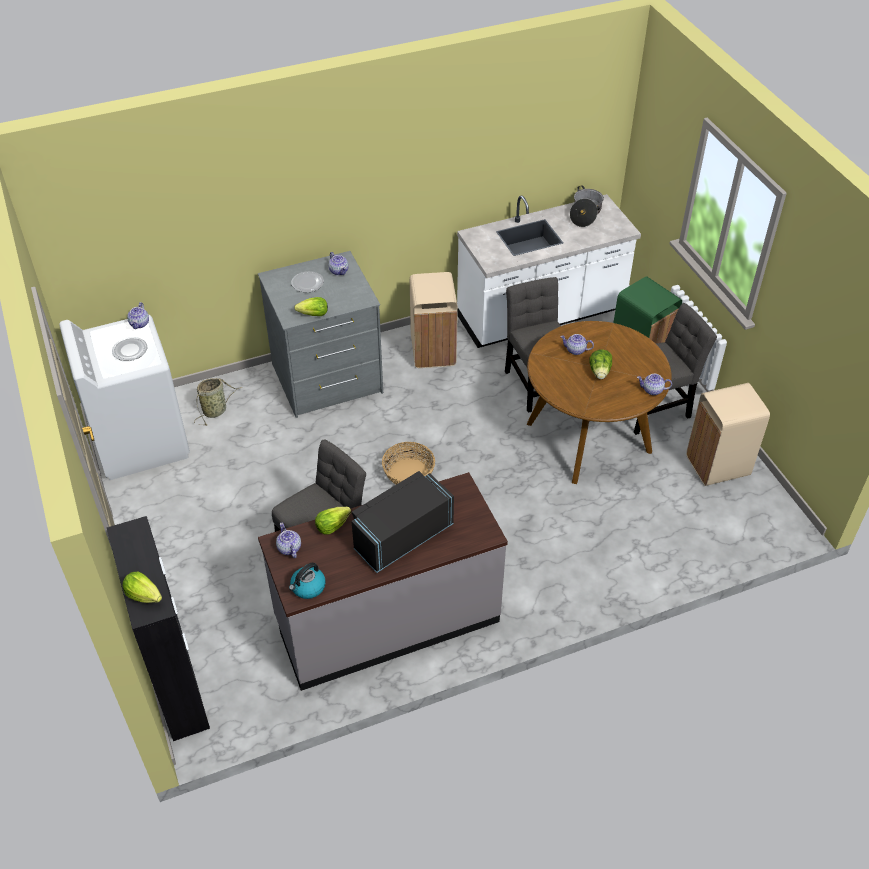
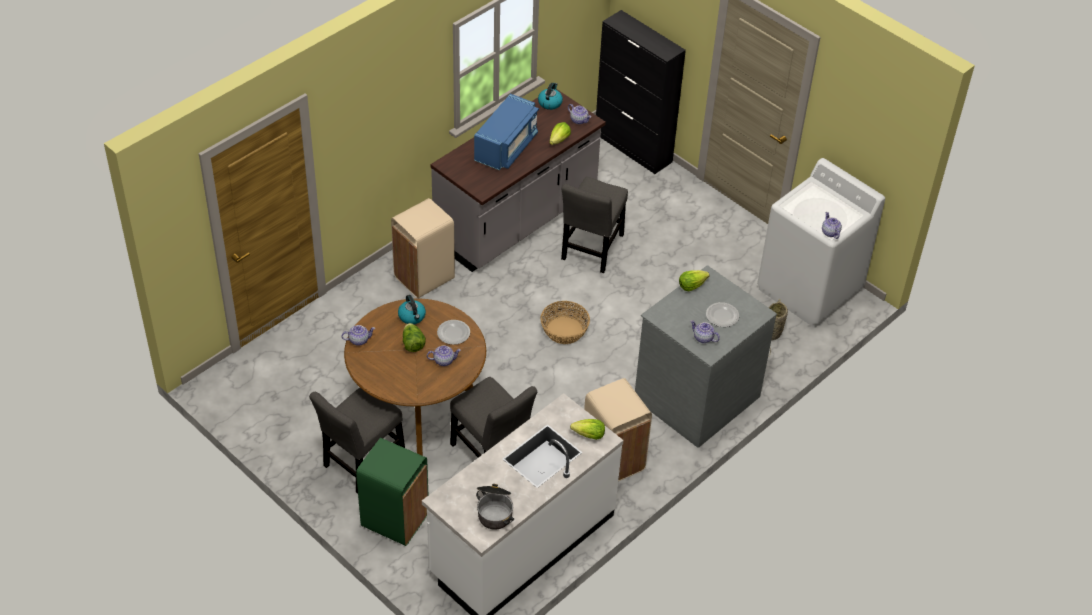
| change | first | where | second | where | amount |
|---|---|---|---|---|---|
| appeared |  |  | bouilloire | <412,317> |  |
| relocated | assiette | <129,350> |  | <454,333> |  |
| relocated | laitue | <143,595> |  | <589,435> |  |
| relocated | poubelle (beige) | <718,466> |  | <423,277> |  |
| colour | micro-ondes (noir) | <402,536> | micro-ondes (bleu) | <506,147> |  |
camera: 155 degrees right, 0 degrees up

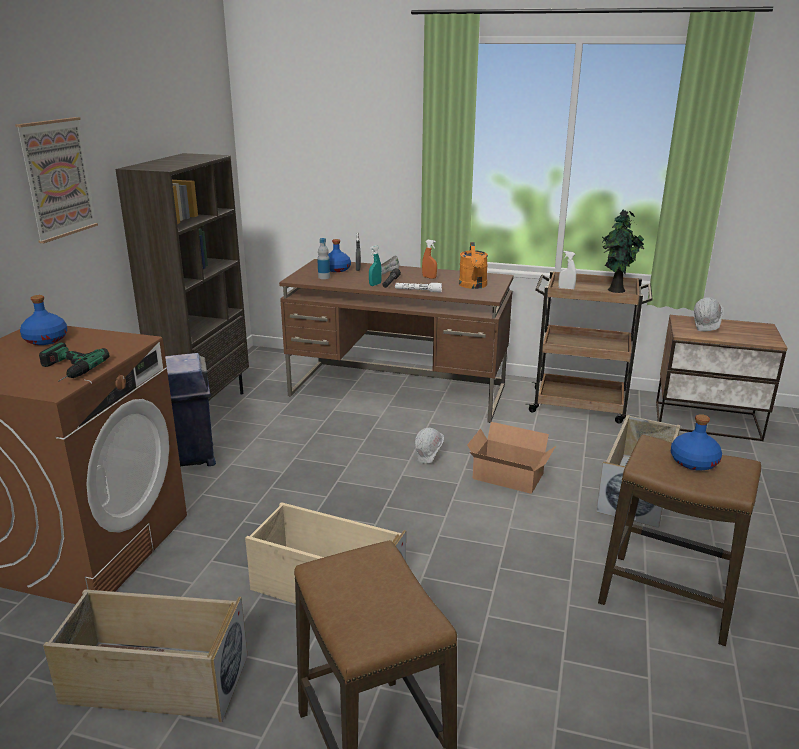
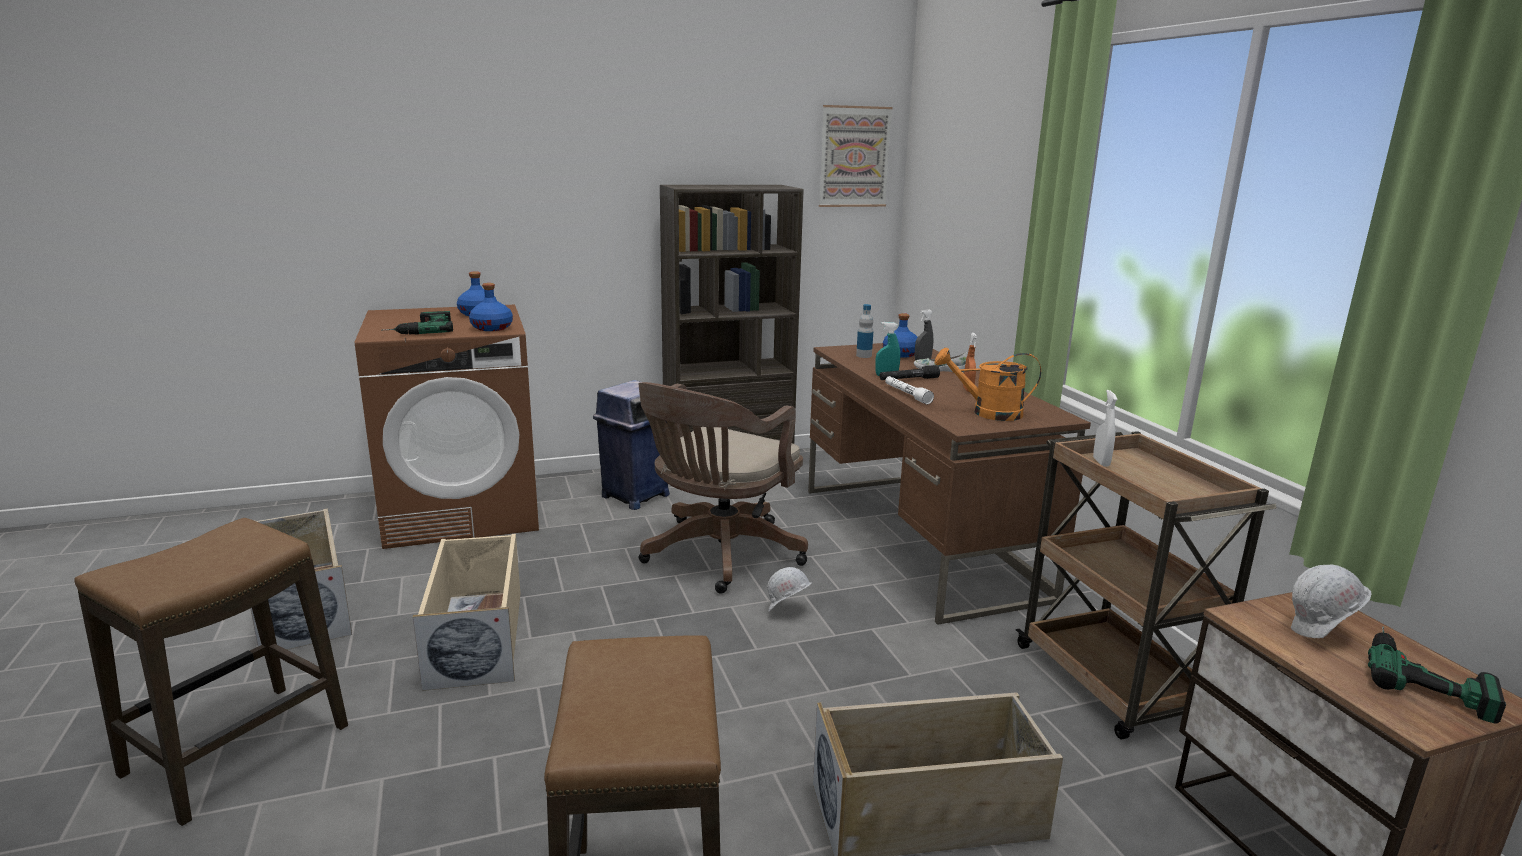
| change | first | where | second | where | amount |
|---|---|---|---|---|---|
| missing | carton | <508,478> |  |  |  |
| missing | plante en pot | <616,290> |  |  |  |
| appeared |  |  | chaise de bureau (marron) | <718,556> |  |
| appeared |  |  | perceuse | <1426,675> |  |
| relocated | tableau | <57,178> |  | <854,157> |  |
| relocated | bouteille (bleu) | <693,462> |  | <492,328> |  |
| spun | arrosoir (orange) | <473,286> |  | <988,413> | 45 degrees clockwise |
camera: 55 degrees right, 5 degrees down

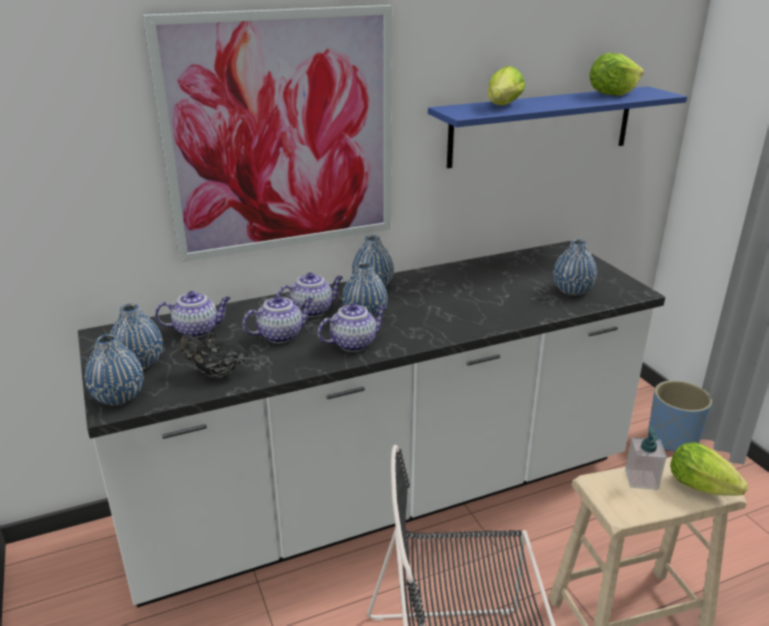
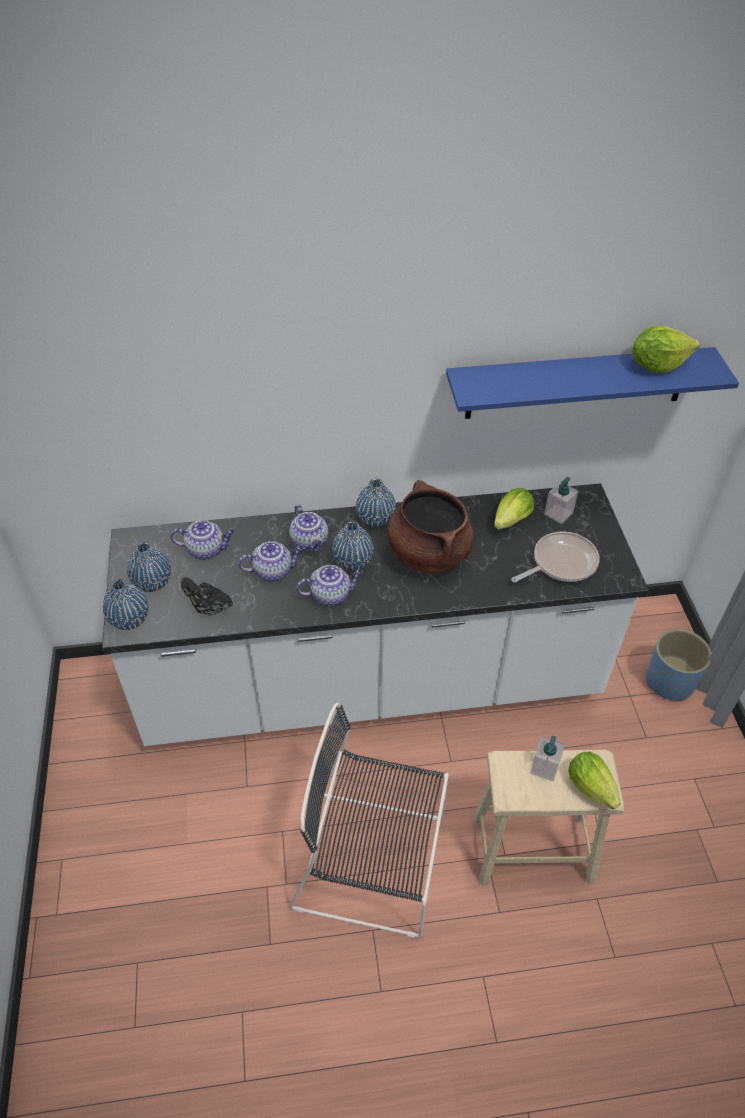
| change | first | where | second | where | amount |
|---|---|---|---|---|---|
| missing | tableau | <282,135> |  |  |  |
| appeared |  |  | marmite (marron) | <428,553> |  |
| appeared |  |  | distributeur de savon | <558,513> |  |
| relocated | laitue | <502,106> |  | <509,522> |  |
| exchanged | vase (bleu) | <572,290> | poêle | <560,563> |  |
| spun | théière | <312,310> |  | <310,542> | 75 degrees clockwise |
camera: 15 degrees right, 20 degrees up

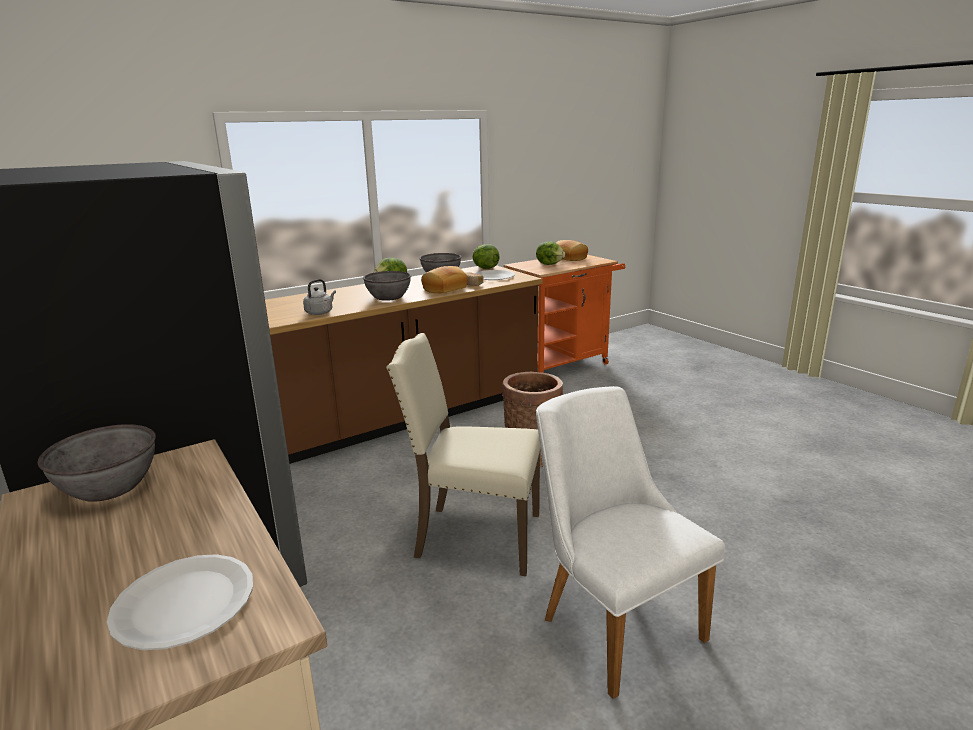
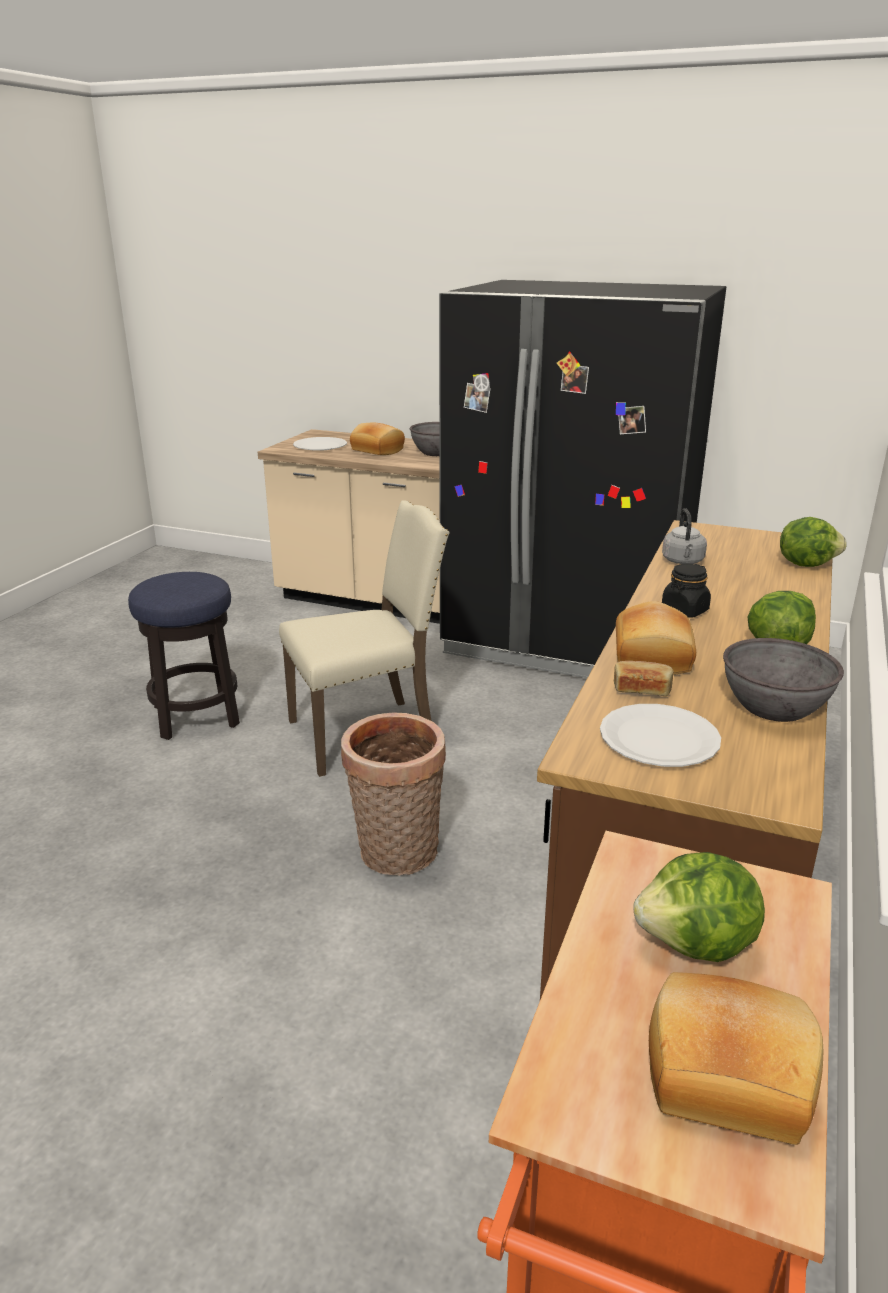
| change | first | where | second | where | amount |
|---|---|---|---|---|---|
| appeared |  |  | pain | <376,450> |  |
| relocated | laitue | <485,268> |  | <806,564> |  |
| exchanged | bol (gris) | <388,297> | bocal (noir) | <684,611> |  |
| exchanged | chaise (blanc) | <611,620> | tabouret | <196,716> |  |
camera: 145 degrees right, 5 degrees up

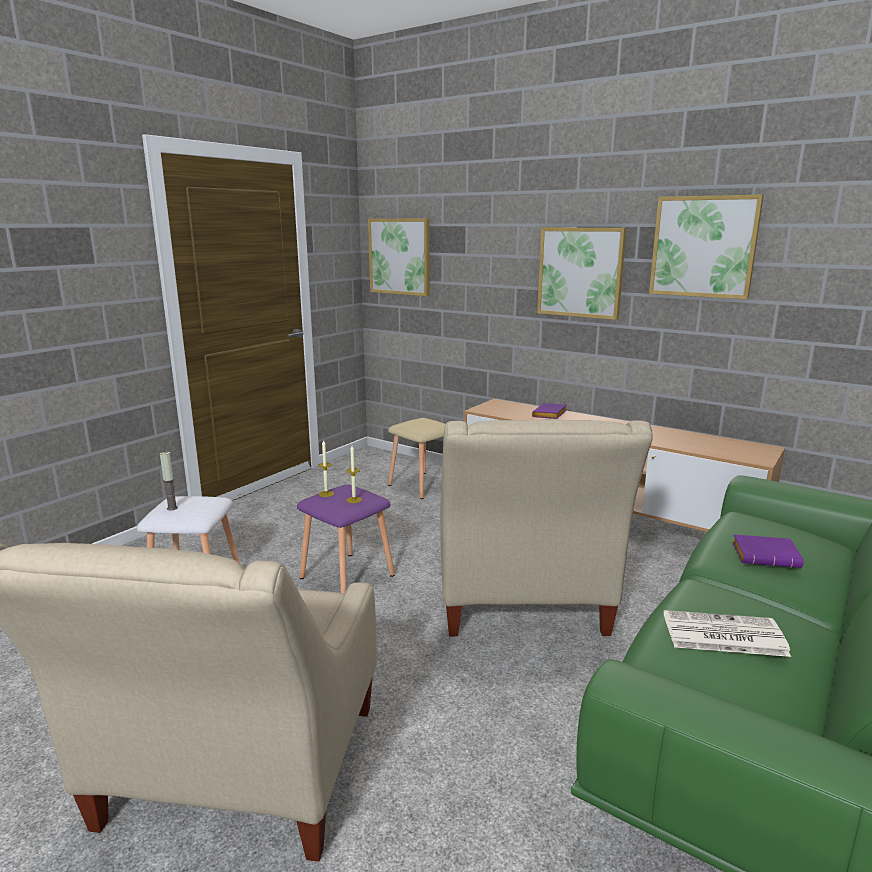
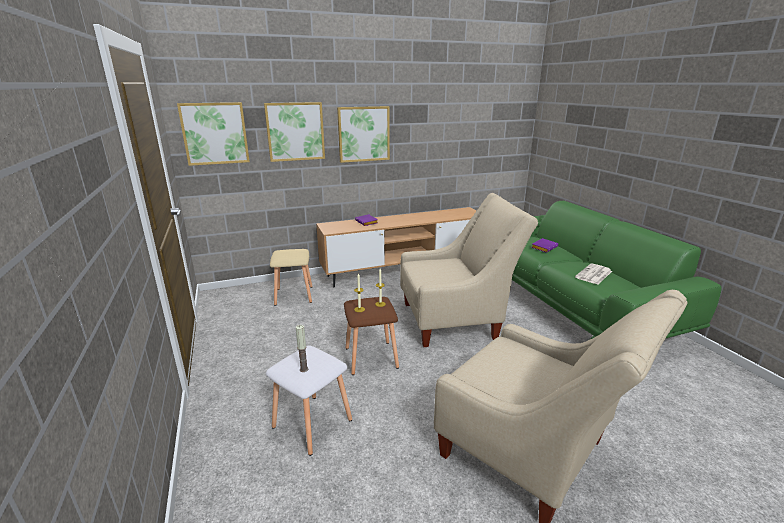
| change | first | where | second | where | amount |
|---|---|---|---|---|---|
| relocated | tableau | <703,247> |  | <295,131> |  |
| colour | tabouret (violet) | <345,576> | tabouret (marron) | <370,358> |  |
| spun | fauteuil (beige) | <522,606> |  | <456,320> | 45 degrees counterclockwise |
camera: 55 degrees left, 5 degrees up

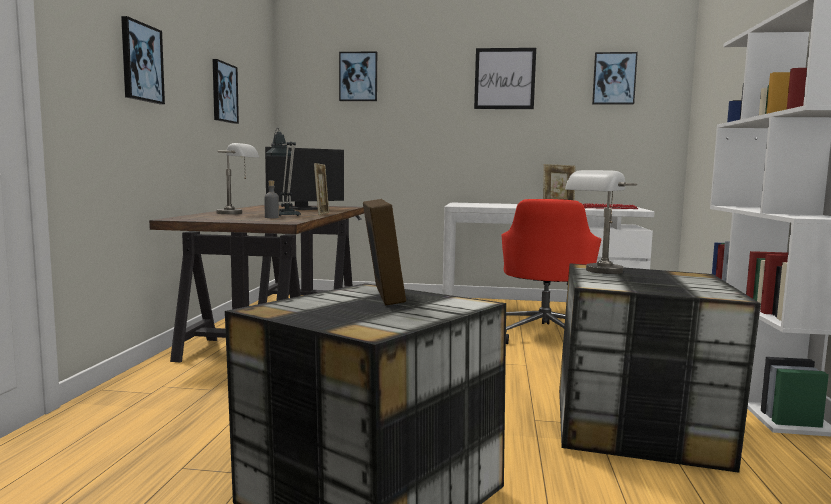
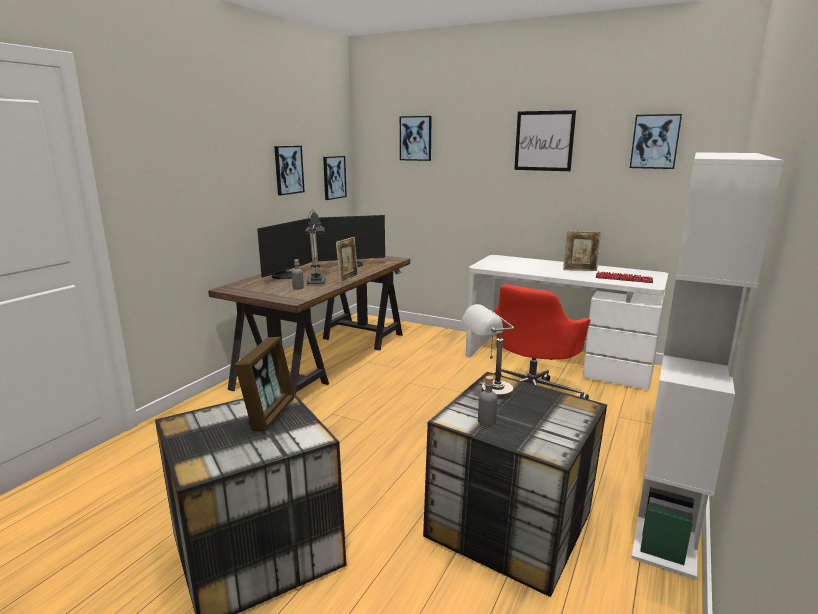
| change | first | where | second | where | amount |
|---|---|---|---|---|---|
| appeared |  |  | bouteille (gris) | <486,421> |  |
| relocated | tableau | <141,62> |  | <333,177> |  |
| exchanged | lampe de table (gris) | <238,213> | écran d'ordinateur | <286,276> |  |
camera: 20 degrees right, 10 degrees up

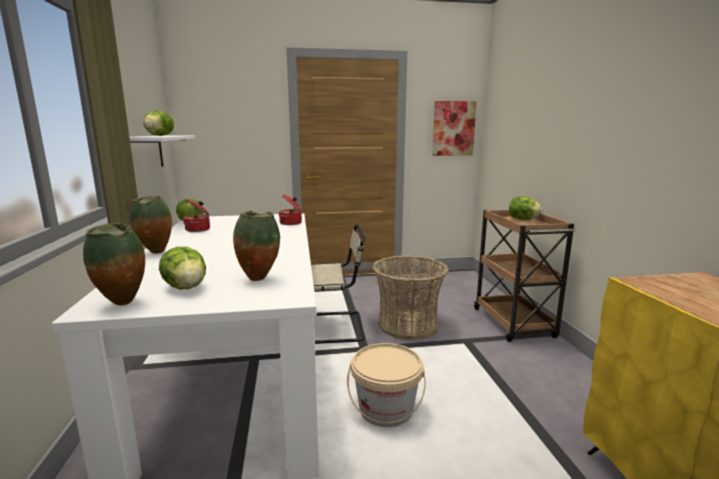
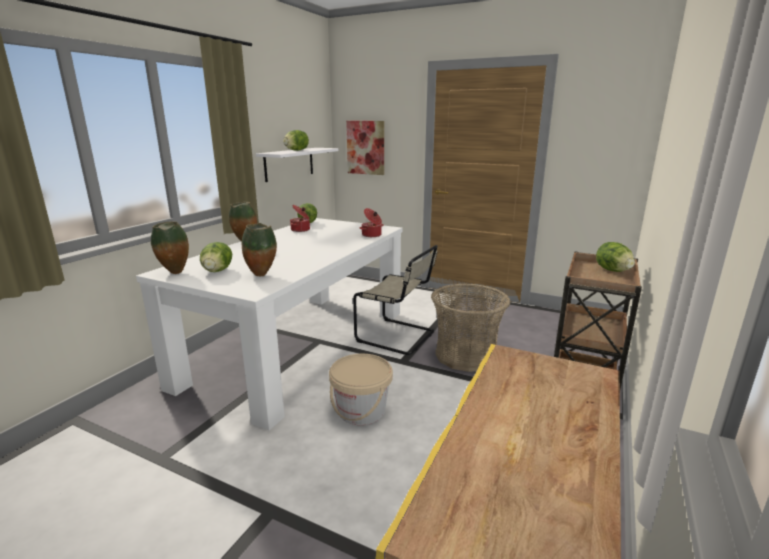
| change | first | where | second | where | amount |
|---|---|---|---|---|---|
| relocated | tableau | <453,128> |  | <366,147> |  |
camera: 35 degrees right, 5 degrees up

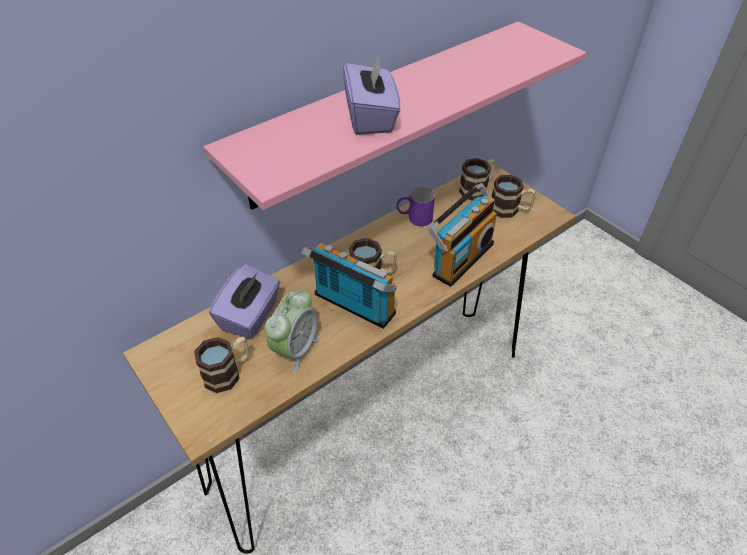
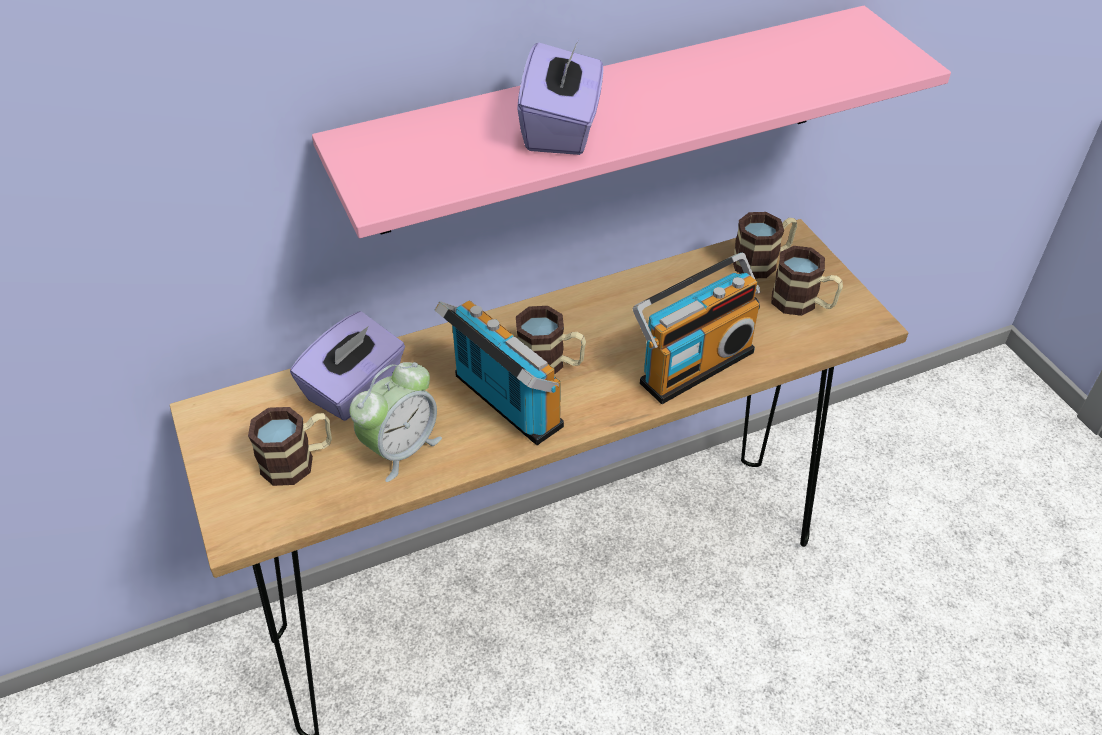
| change | first | where | second | where | amount |
|---|---|---|---|---|---|
| missing | mug (violet) | <414,218> |  |  |  |
camera: 15 degrees right, 0 degrees up

